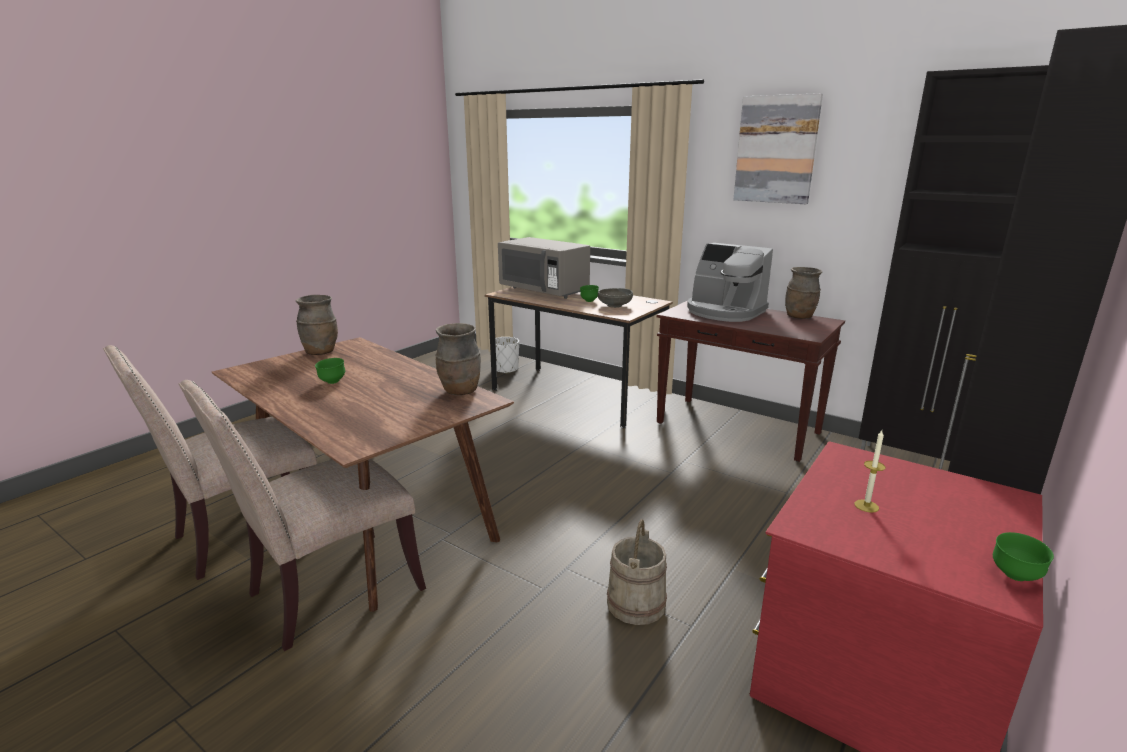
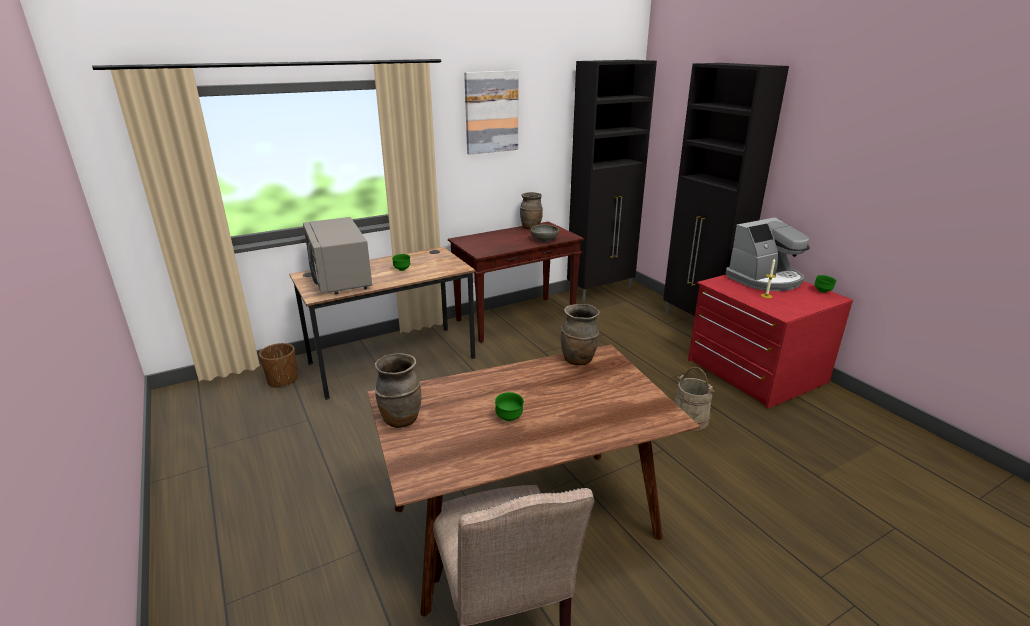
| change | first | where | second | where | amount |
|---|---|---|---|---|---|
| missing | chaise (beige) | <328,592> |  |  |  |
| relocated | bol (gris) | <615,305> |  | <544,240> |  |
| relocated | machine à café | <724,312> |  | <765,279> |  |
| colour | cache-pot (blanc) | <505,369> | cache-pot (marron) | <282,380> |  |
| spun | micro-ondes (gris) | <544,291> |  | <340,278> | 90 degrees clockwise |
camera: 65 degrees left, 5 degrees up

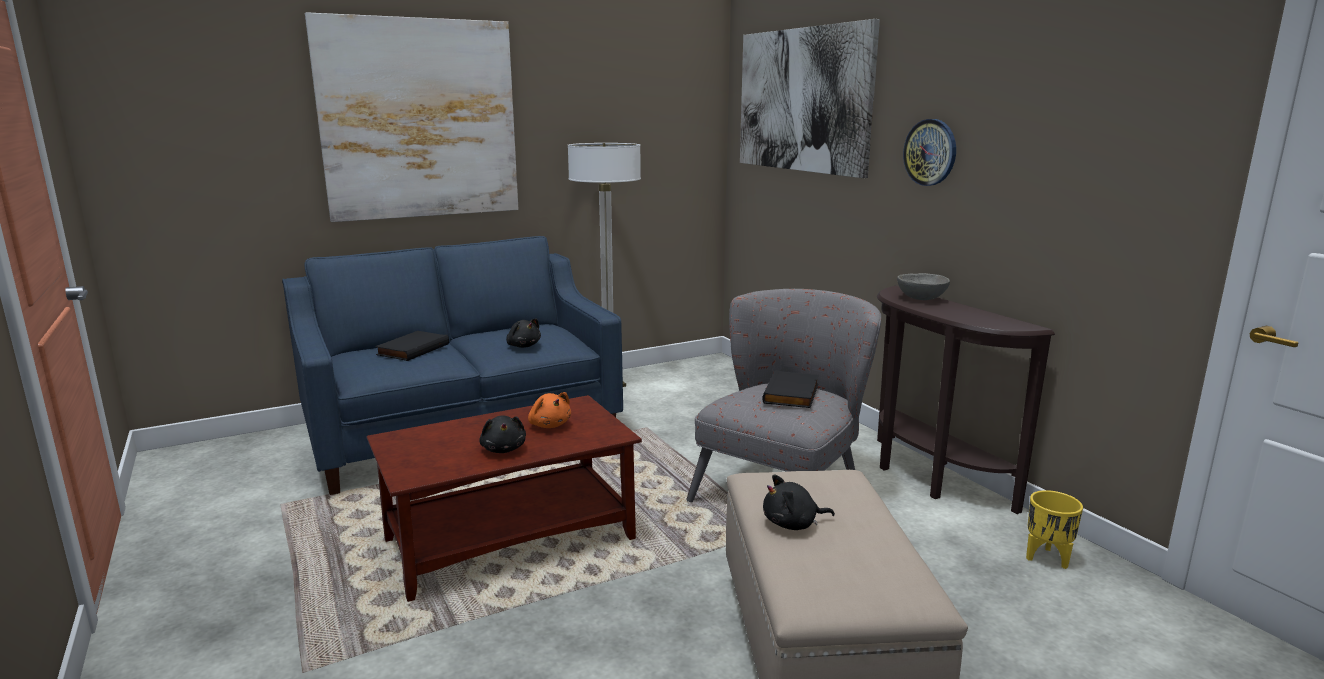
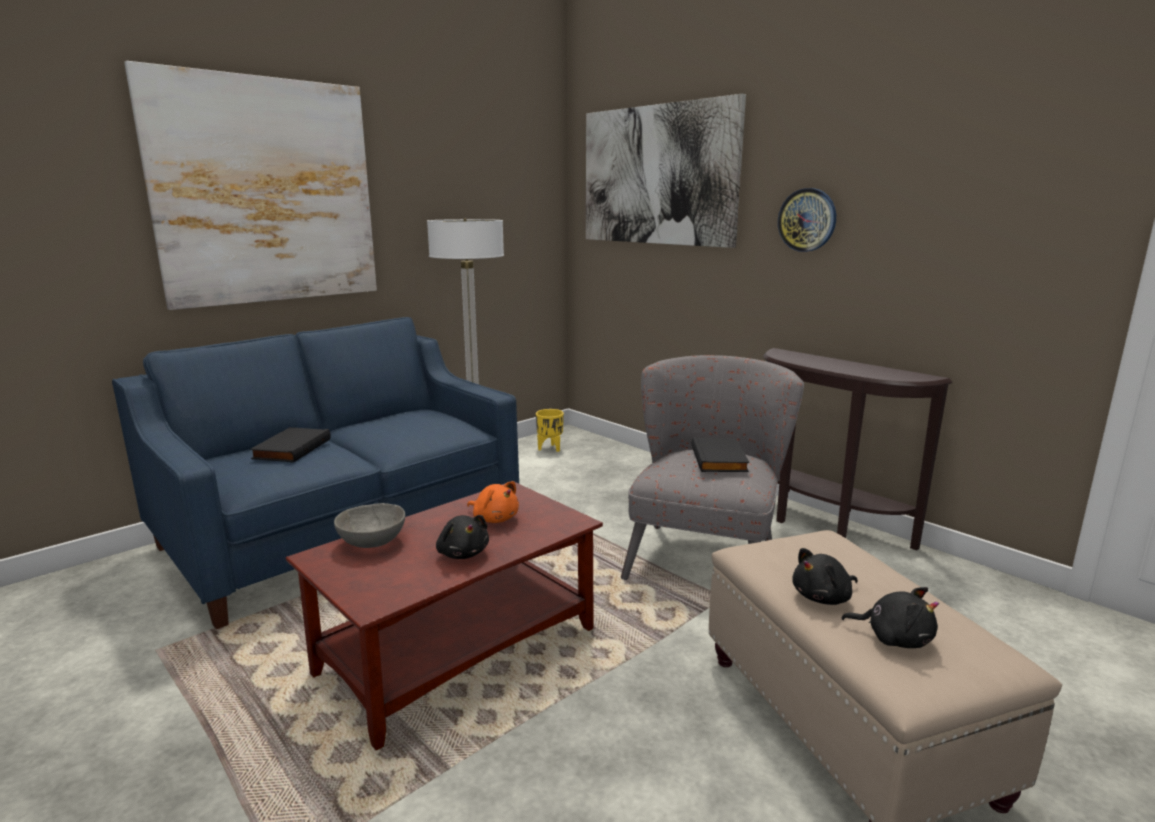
| change | first | where | second | where | amount |
|---|---|---|---|---|---|
| relocated | peluche (noir) | <523,346> |  | <894,638> |  |
| relocated | bol (gris) | <920,299> |  | <371,543> |  |
| relocated | cache-pot (jaune) | <1047,558> |  | <550,448> |  |
camera: 15 degrees left, 0 degrees up

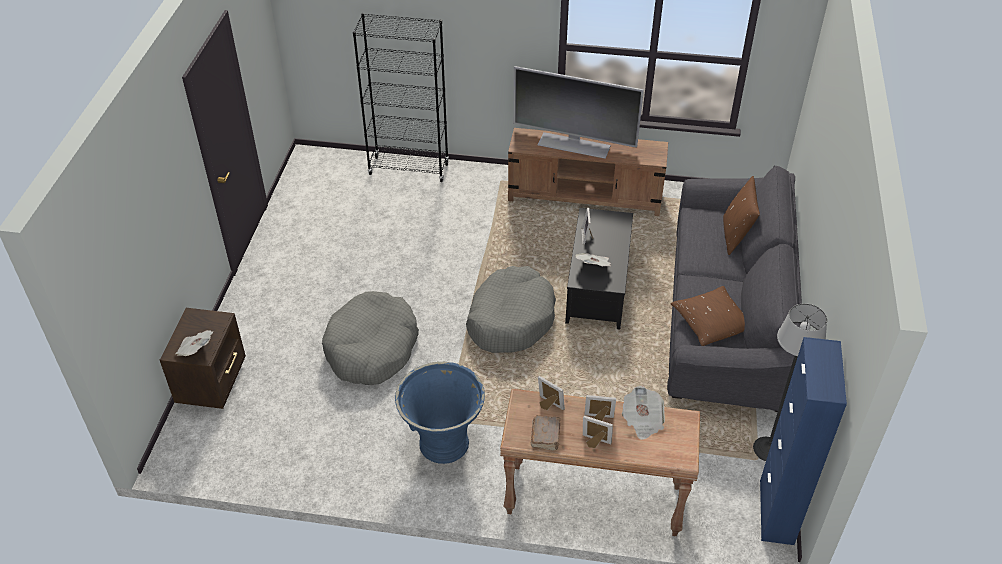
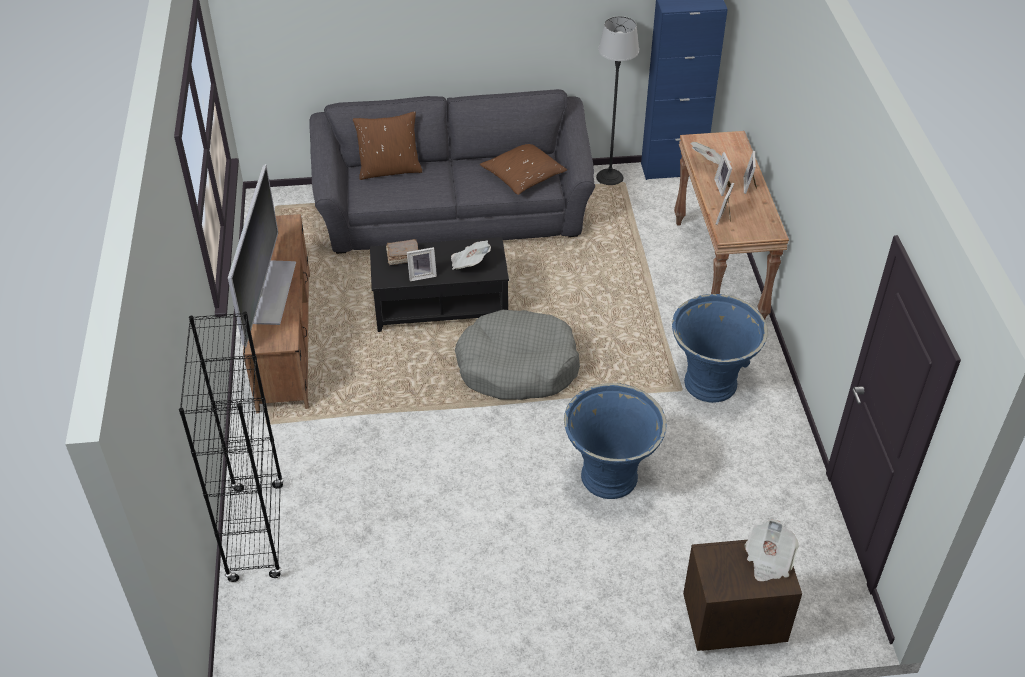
| change | first | where | second | where | amount |
|---|---|---|---|---|---|
| relocated | livre (marron) | <546,436> |  | <402,257> |  |
| exchanged | panier pour chien (gris) | <371,348> | cache-pot (bleu) | <609,478> |  |
camera: 105 degrees left, 0 degrees up

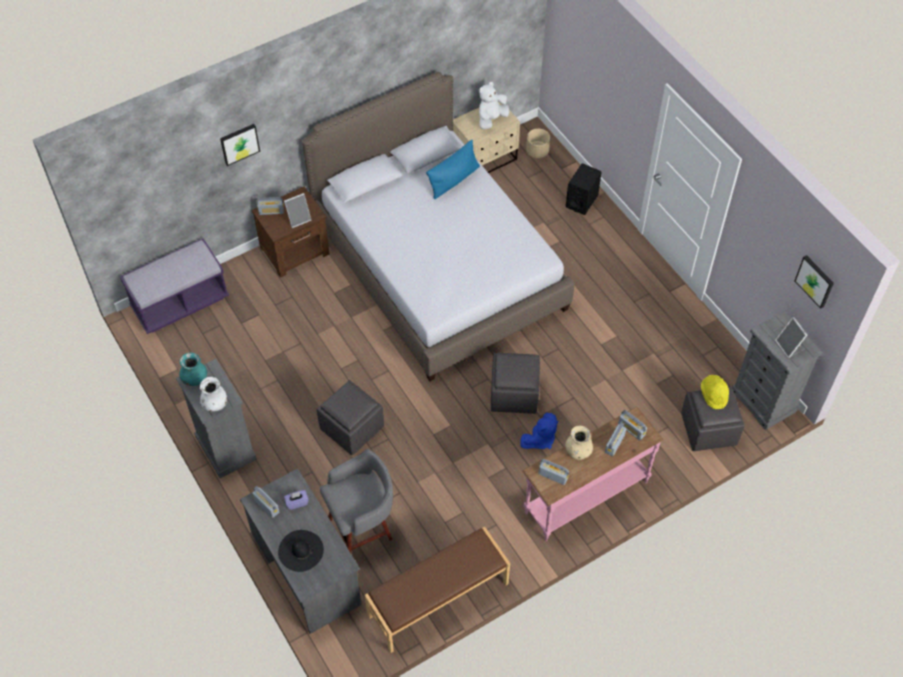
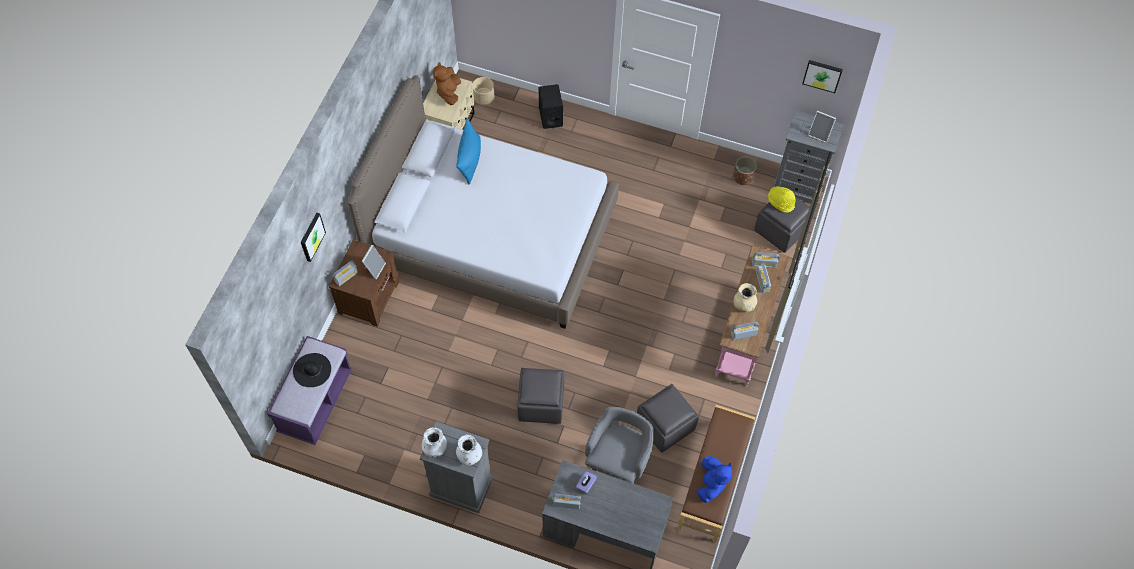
| change | first | where | second | where | amount |
|---|---|---|---|---|---|
| appeared |  |  | cache-pot (marron) | <743,177> |  |
| relocated | chapeau (noir) | <300,550> |  | <312,370> |  |
| relocated | pouf (gris) | <514,393> |  | <665,425> |  |
| relocated | peluche (bleu) | <540,439> |  | <711,484> |  |
| colour | vase (turquoise) | <194,379> | vase (blanc) | <435,448> |  |
| colour | peluche (blanc) | <491,119> | peluche (marron) | <449,92> |  |
camera: 40 degrees left, 5 degrees up

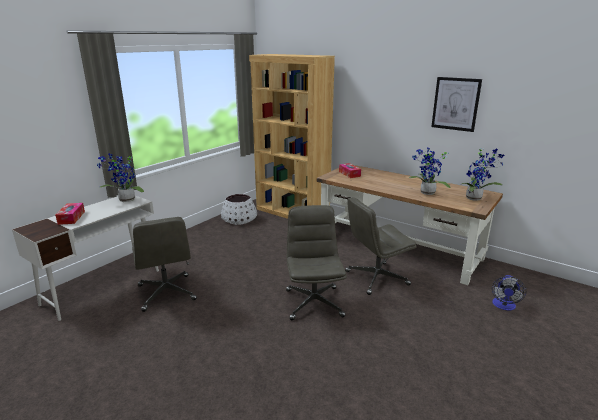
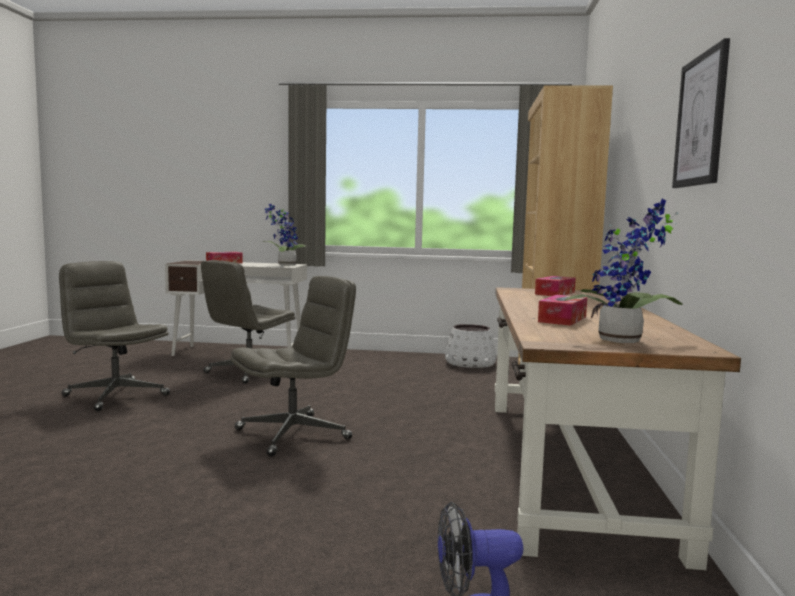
| change | first | where | second | where | amount |
|---|---|---|---|---|---|
| relocated | chaise de bureau (gris) | <376,278> |  | <115,395> |  |
| exchanged | plante en pot | <426,193> | boîte à mouchoirs | <562,319> |  |
camera: 60 degrees right, 15 degrees down

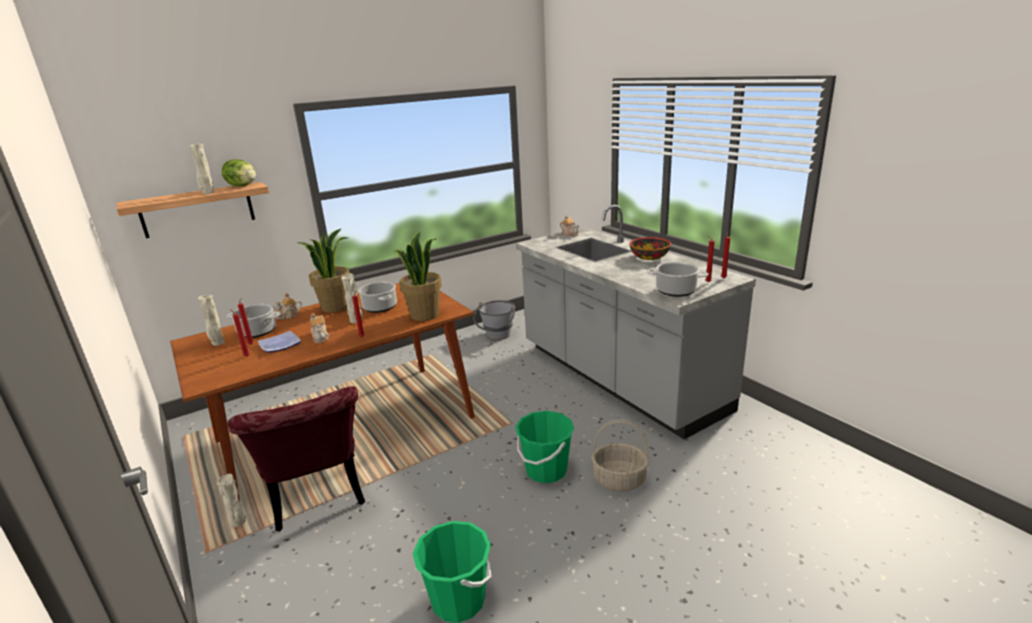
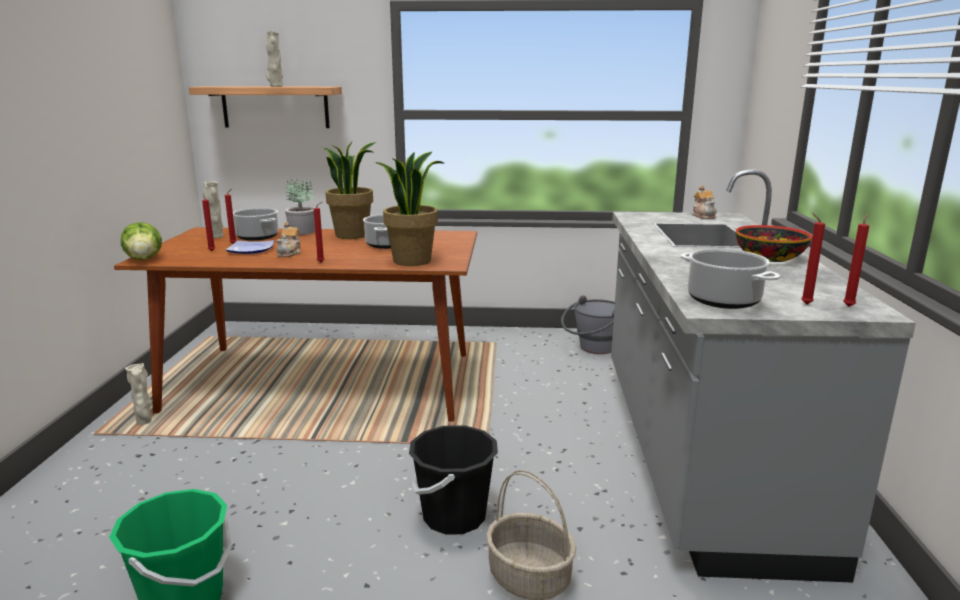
| change | first | where | second | where | amount |
|---|---|---|---|---|---|
| missing | chaise (rouge) | <318,498> |  |  |  |
| missing | vase (beige) | <356,321> |  |  |  |
| relocated | laitue | <242,186> |  | <144,259> |  |
| exchanged | théière | <287,316> | plante en pot | <302,232> |  |
| colour | seau (vert) | <546,470> | seau (noir) | <454,516> |  |
camera: 35 degrees right, 5 degrees down

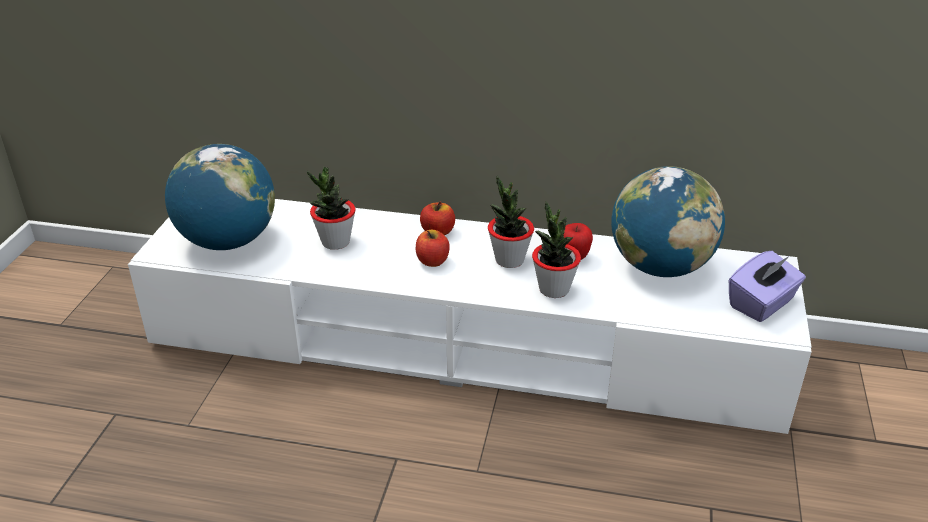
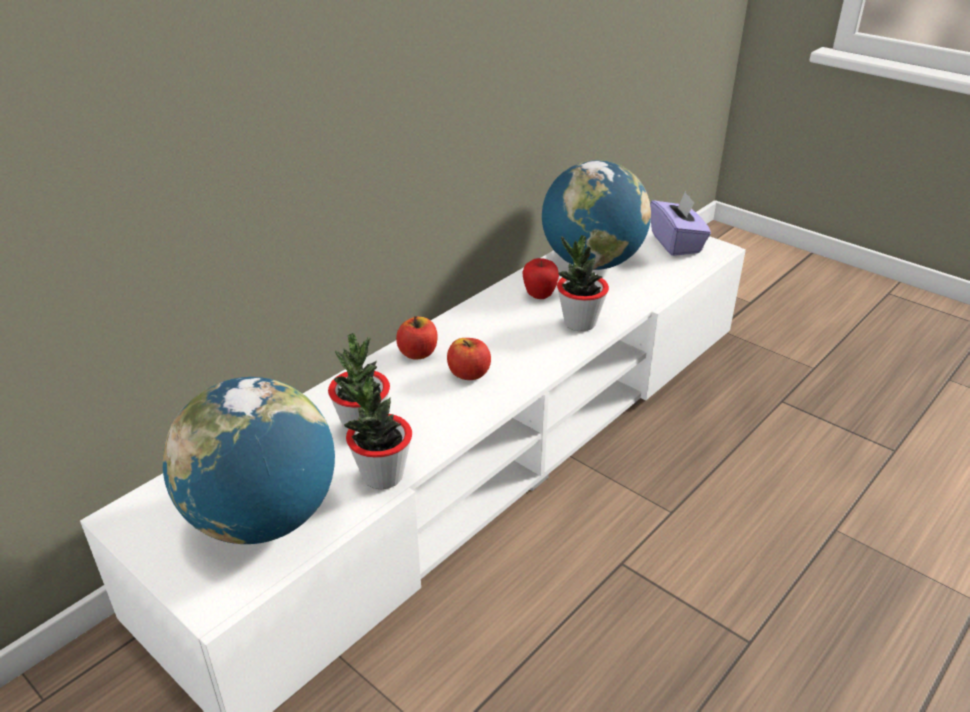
| change | first | where | second | where | amount |
|---|---|---|---|---|---|
| relocated | plante en pot | <509,260> |  | <382,476> |  |
camera: 60 degrees left, 0 degrees up

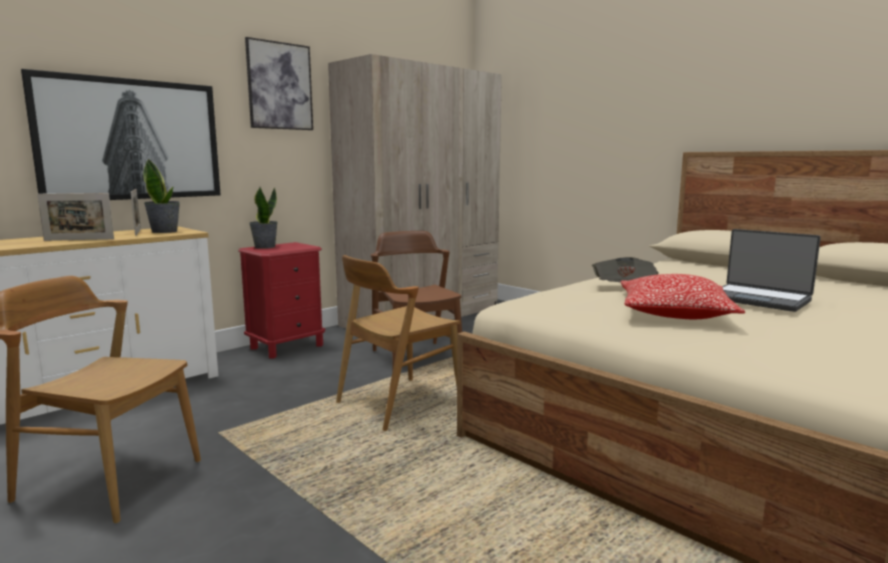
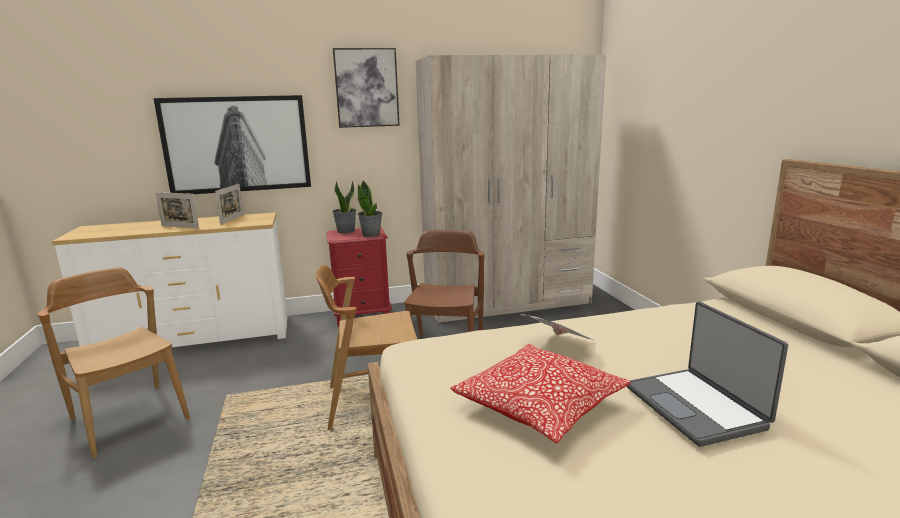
| change | first | where | second | where | amount |
|---|---|---|---|---|---|
| relocated | plante en pot | <165,231> |  | <371,234> |  |
camera: 30 degrees right, 5 degrees up

